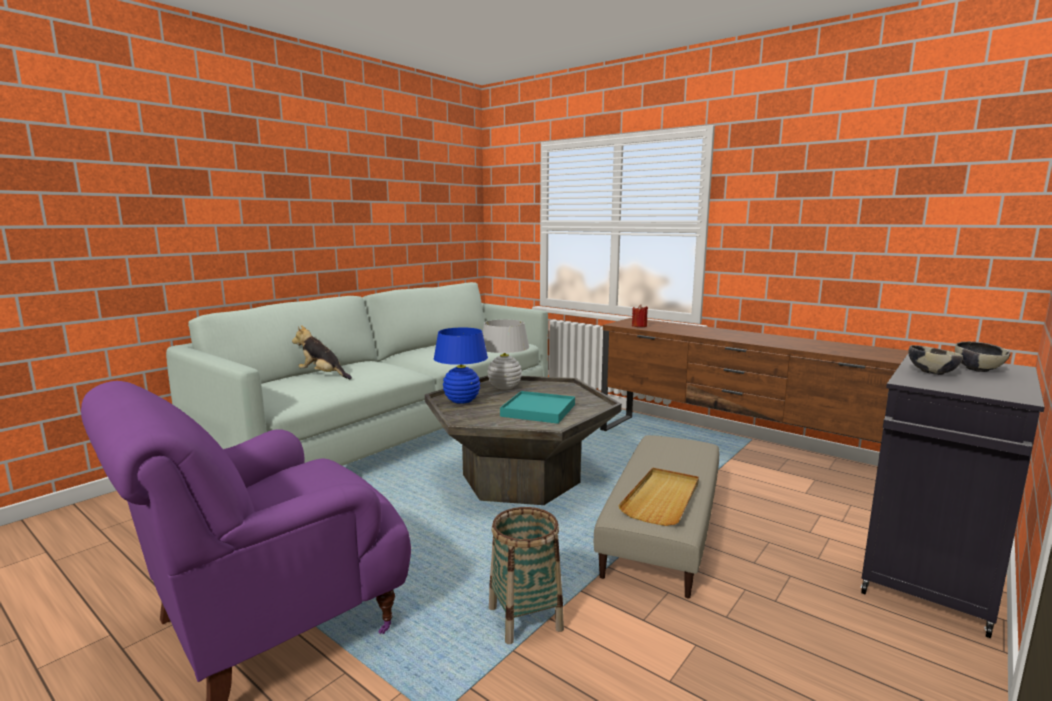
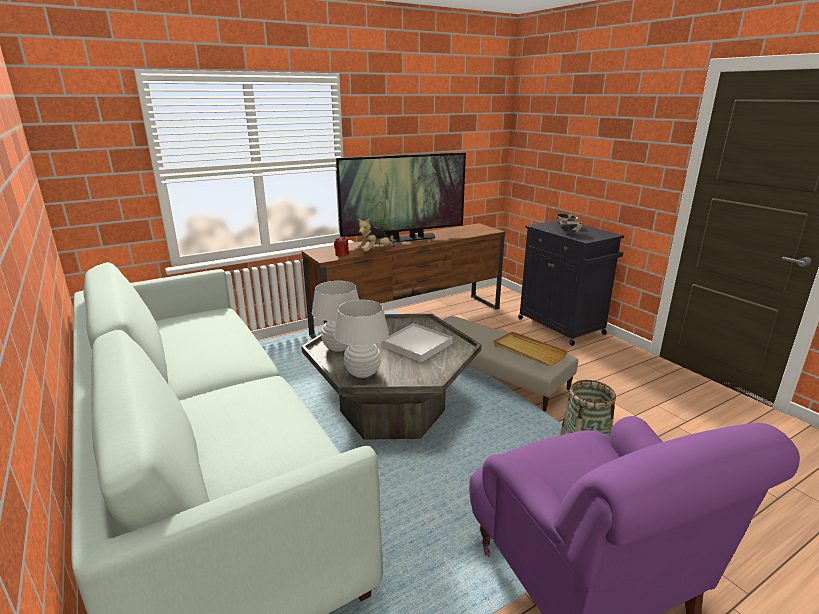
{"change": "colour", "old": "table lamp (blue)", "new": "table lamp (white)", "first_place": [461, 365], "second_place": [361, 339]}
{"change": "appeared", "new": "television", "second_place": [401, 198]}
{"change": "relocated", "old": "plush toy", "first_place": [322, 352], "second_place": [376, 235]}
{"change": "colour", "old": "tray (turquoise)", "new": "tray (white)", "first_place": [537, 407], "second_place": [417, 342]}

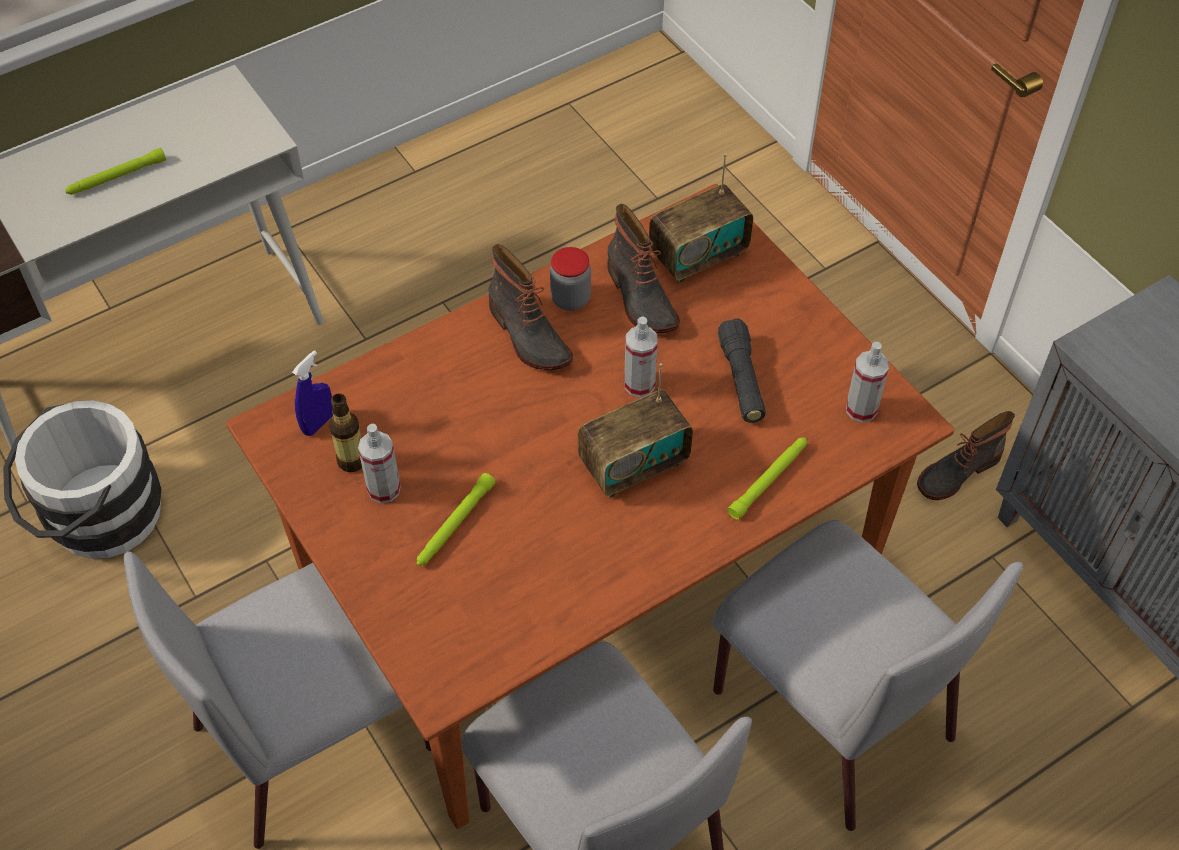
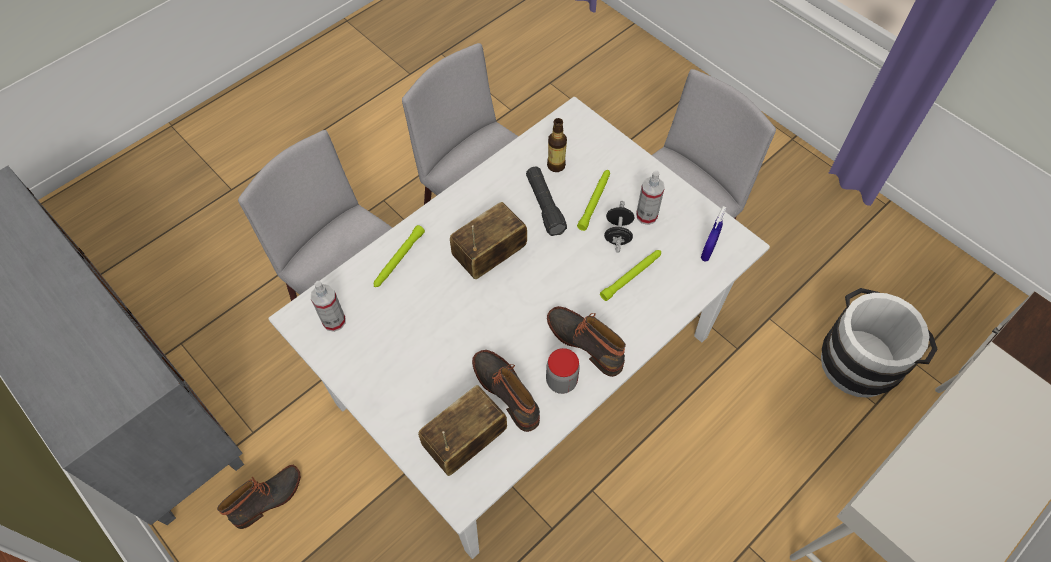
{"change": "colour", "old": "dining table (brown)", "new": "dining table (white)", "first_place": [590, 506], "second_place": [519, 328]}
{"change": "relocated", "old": "flashlight (black)", "first_place": [742, 370], "second_place": [546, 201]}
{"change": "relocated", "old": "bottle", "first_place": [345, 432], "second_place": [557, 145]}
{"change": "relocated", "old": "flashlight (green)", "first_place": [115, 171], "second_place": [630, 275]}
{"change": "appeared", "new": "dumbbell (black)", "second_place": [619, 227]}
{"change": "missing", "old": "spray bottle", "first_place": [641, 357]}

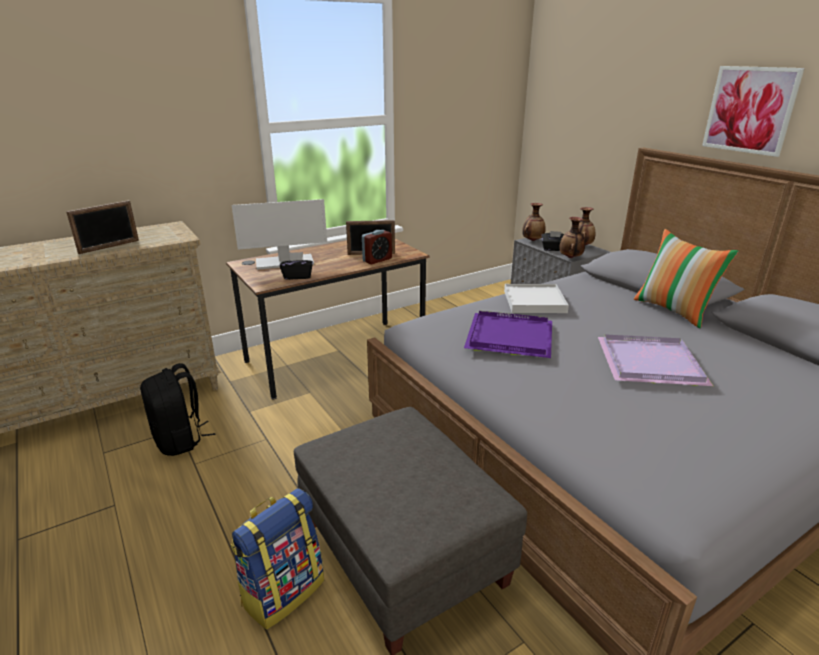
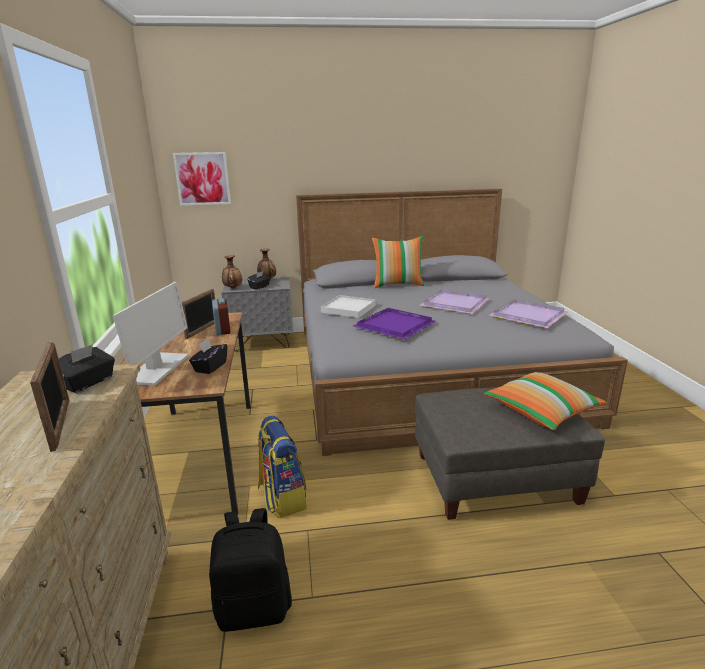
{"change": "appeared", "new": "tissue box (black)", "second_place": [87, 368]}
{"change": "relocated", "old": "picture", "first_place": [753, 111], "second_place": [202, 179]}
{"change": "relocated", "old": "backpack", "first_place": [277, 558], "second_place": [282, 467]}
{"change": "appeared", "new": "pillow", "second_place": [545, 401]}
{"change": "appeared", "new": "tray (purple)", "second_place": [528, 313]}
{"change": "missing", "old": "vase", "first_place": [572, 237]}

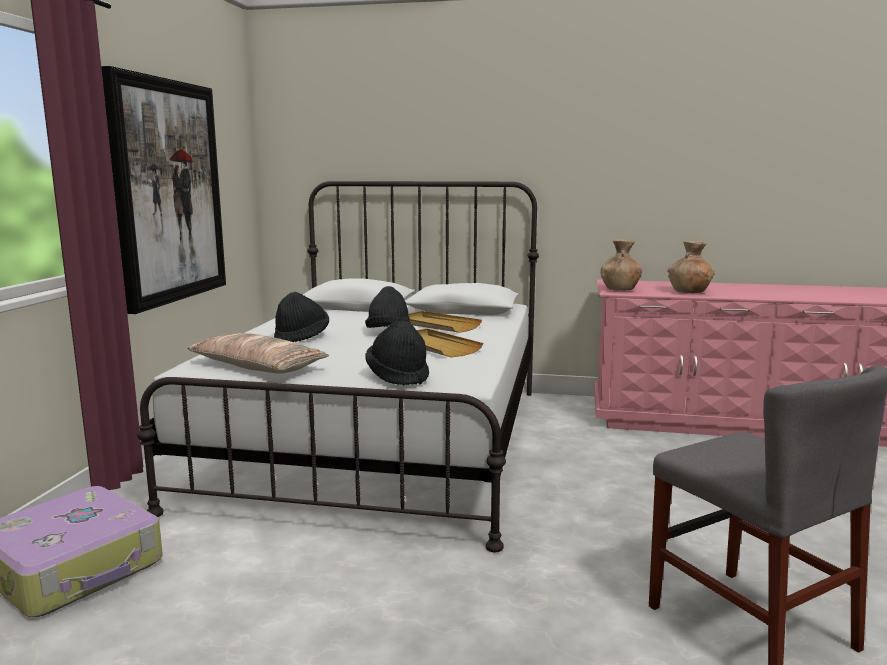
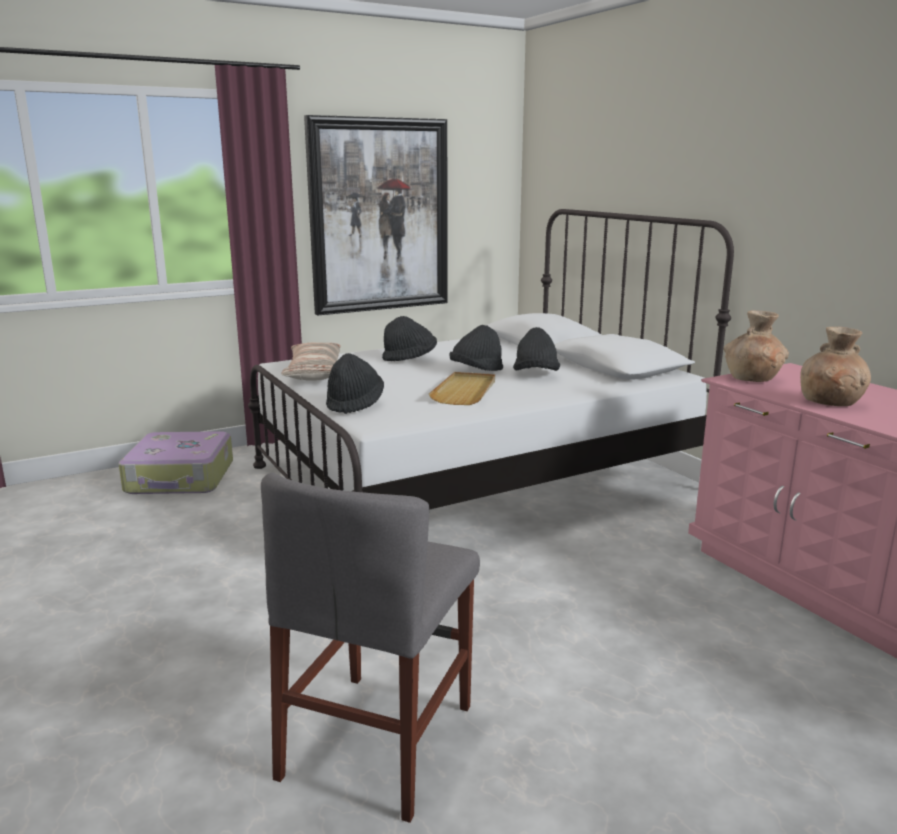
{"change": "exchanged", "old": "tray (beige)", "new": "hat (black)", "first_place": [445, 322], "second_place": [536, 349]}

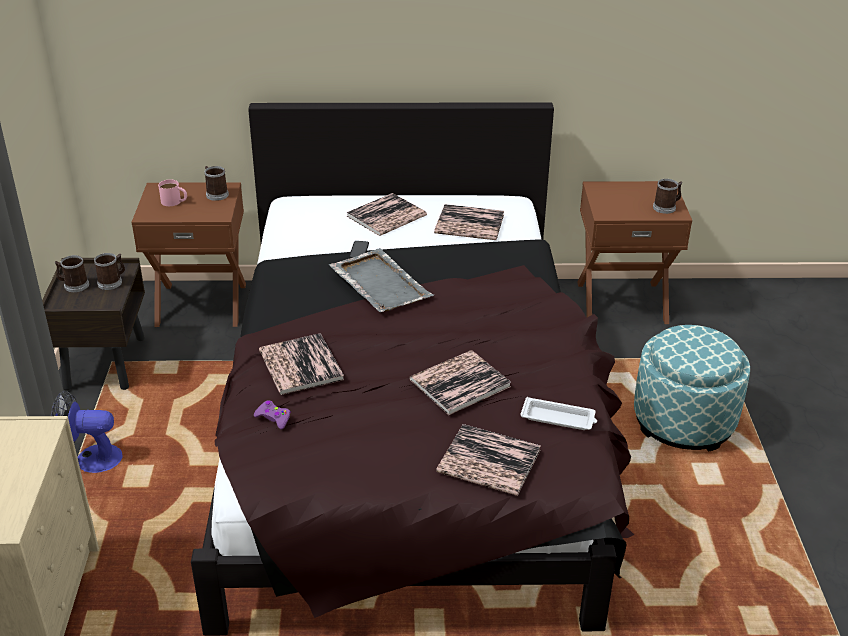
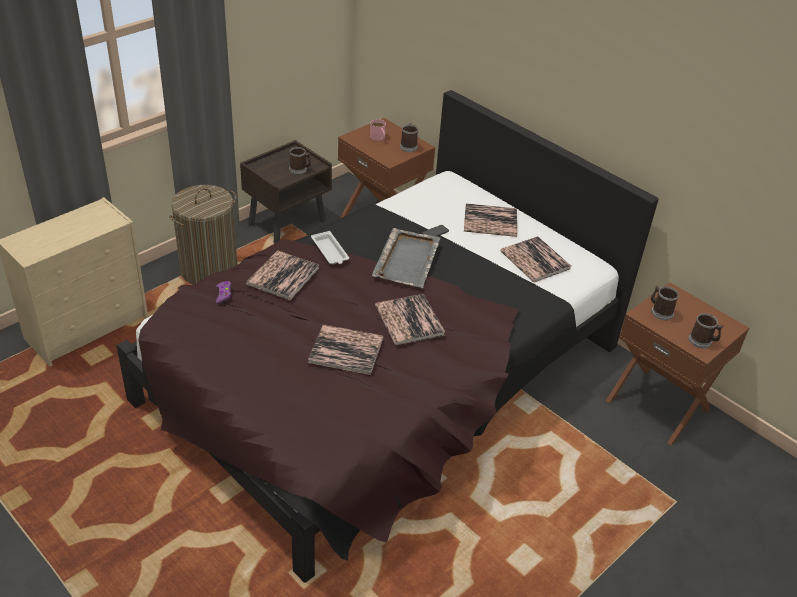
{"change": "exchanged", "old": "fan", "new": "laundry basket", "first_place": [87, 432], "second_place": [203, 235]}
{"change": "relocated", "old": "tray (white)", "first_place": [558, 413], "second_place": [330, 247]}
{"change": "relocated", "old": "book", "first_place": [488, 460], "second_place": [410, 319]}
{"change": "relocated", "old": "mug", "first_place": [72, 273], "second_place": [665, 302]}
{"change": "missing", "old": "ottoman", "first_place": [692, 388]}

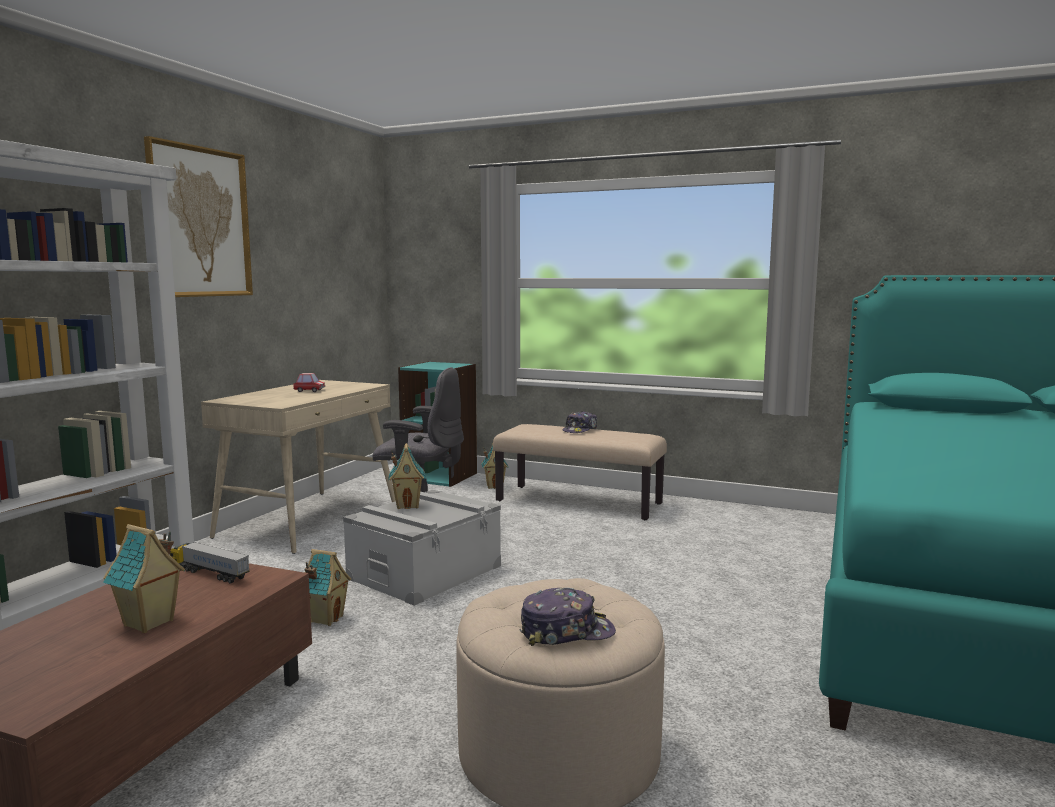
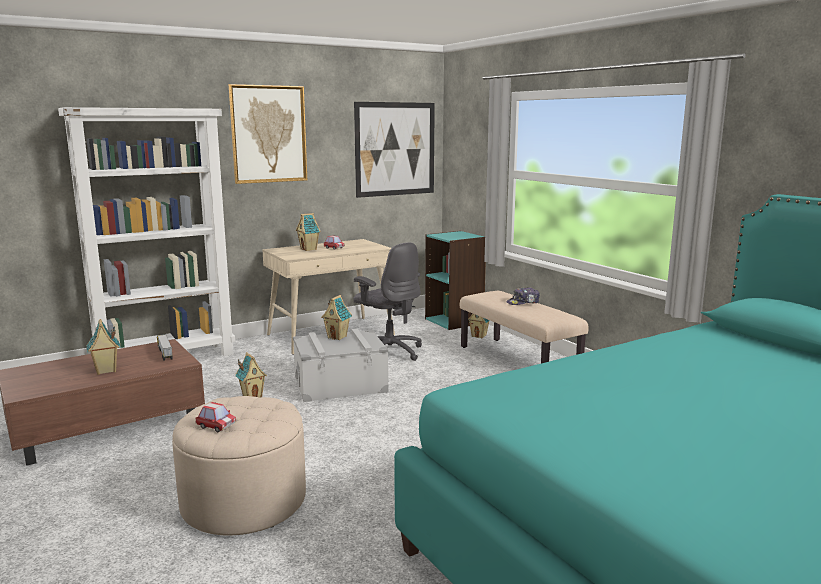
{"change": "exchanged", "old": "cap", "new": "toy car", "first_place": [568, 617], "second_place": [216, 417]}
{"change": "appeared", "new": "toy house", "second_place": [308, 232]}
{"change": "appeared", "new": "picture", "second_place": [394, 150]}

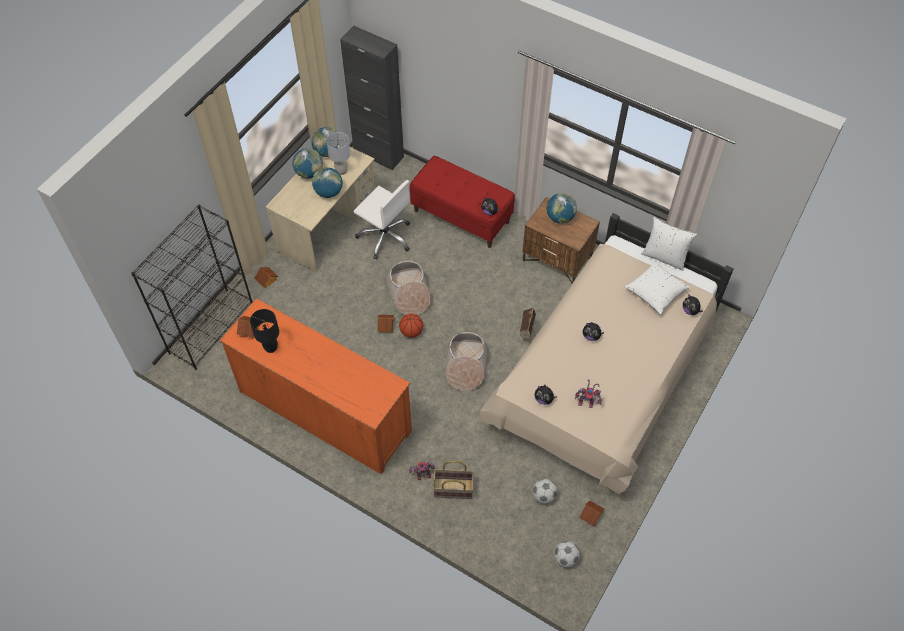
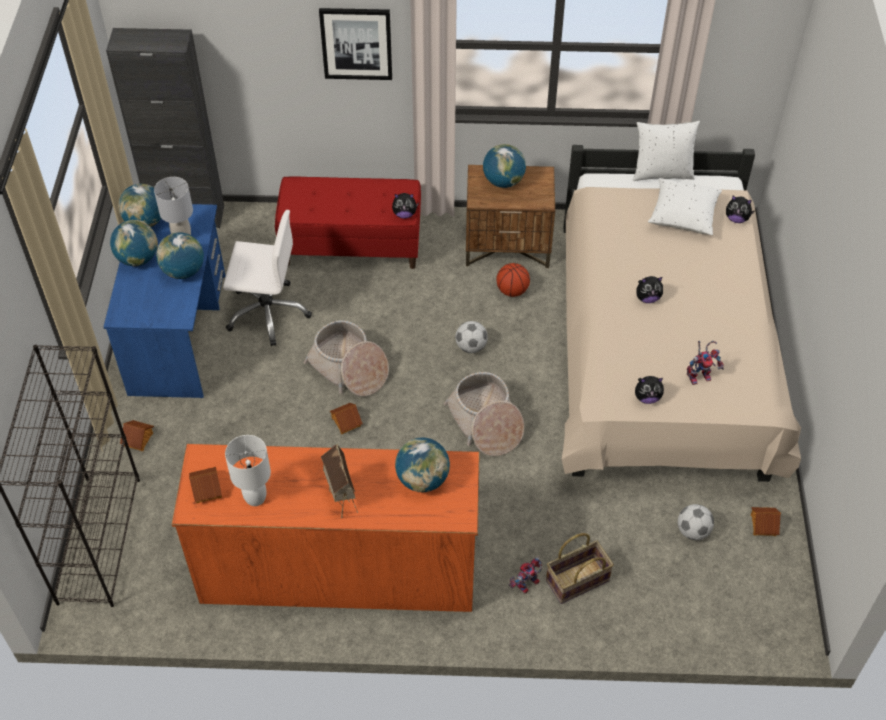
{"change": "colour", "old": "desk (beige)", "new": "desk (blue)", "first_place": [320, 209], "second_place": [164, 301]}
{"change": "colour", "old": "table lamp (black)", "new": "table lamp (white)", "first_place": [264, 331], "second_place": [248, 470]}
{"change": "appeared", "new": "picture", "second_place": [355, 44]}
{"change": "relocated", "old": "toy house", "first_place": [528, 326], "second_place": [339, 480]}
{"change": "appeared", "new": "globe", "second_place": [422, 464]}
{"change": "relocated", "old": "football", "first_place": [567, 554], "second_place": [471, 337]}
{"change": "relocated", "old": "basketball", "first_place": [411, 325], "second_place": [513, 280]}

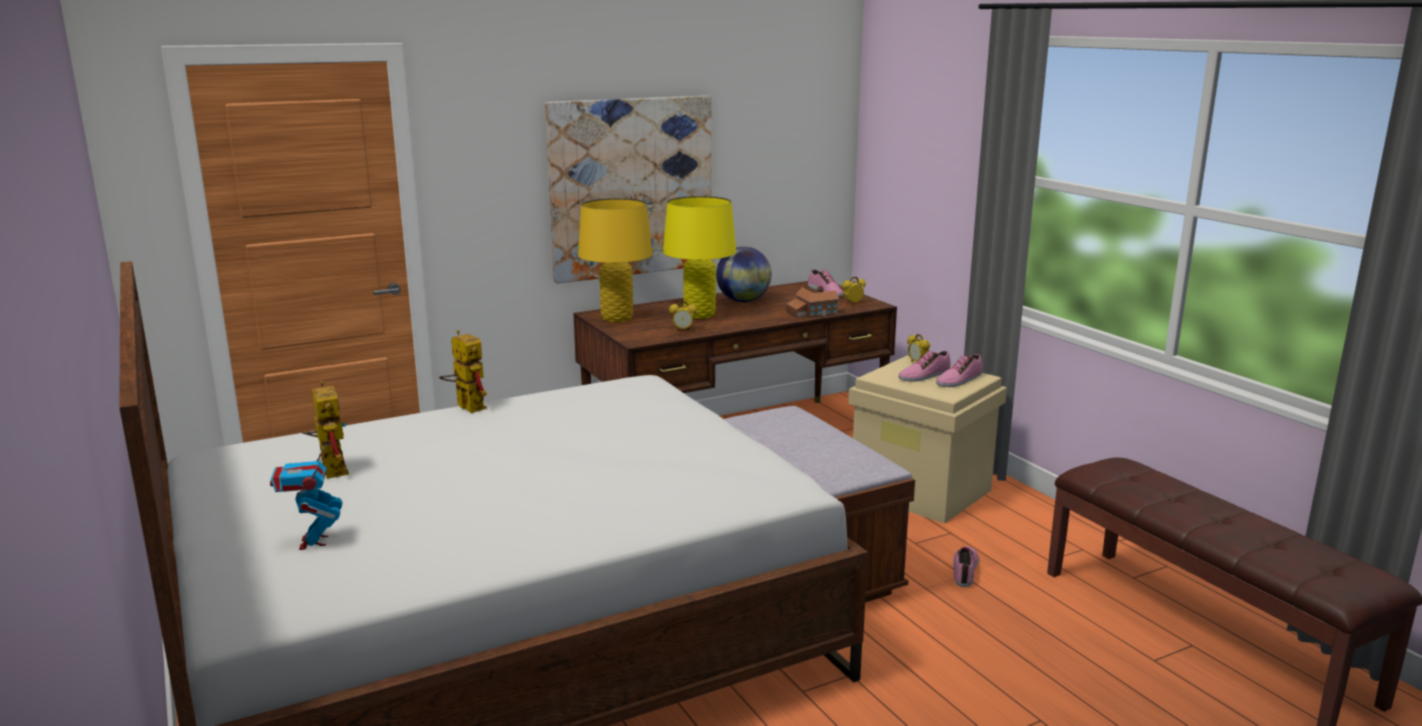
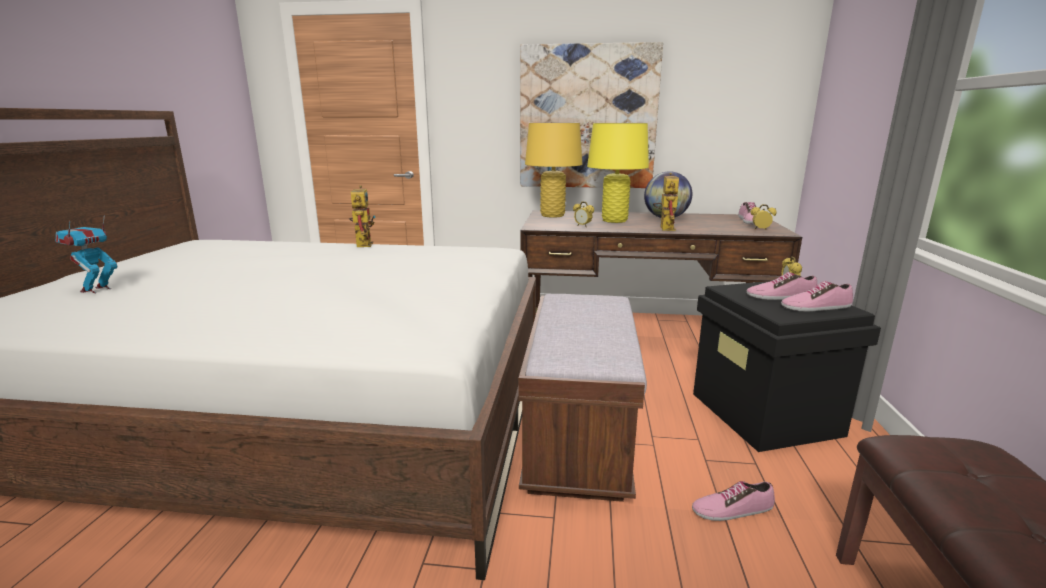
{"change": "relocated", "old": "toy robot", "first_place": [325, 430], "second_place": [666, 202]}
{"change": "spun", "old": "shoe", "first_place": [966, 567], "second_place": [733, 501], "degrees": -150}
{"change": "colour", "old": "storage box (beige)", "new": "storage box (black)", "first_place": [927, 439], "second_place": [787, 366]}
{"change": "missing", "old": "toy house", "first_place": [812, 302]}

